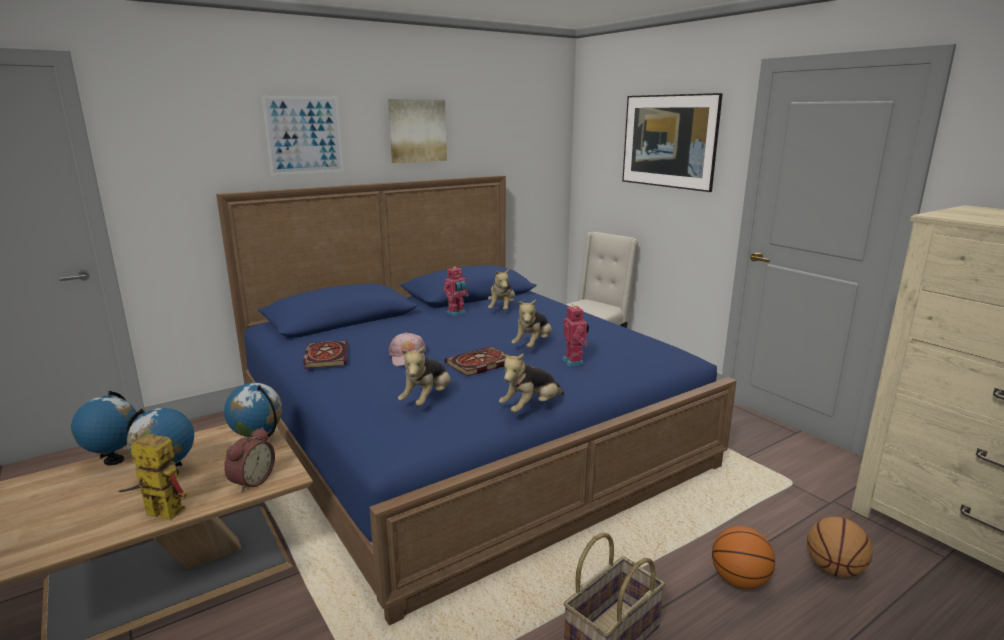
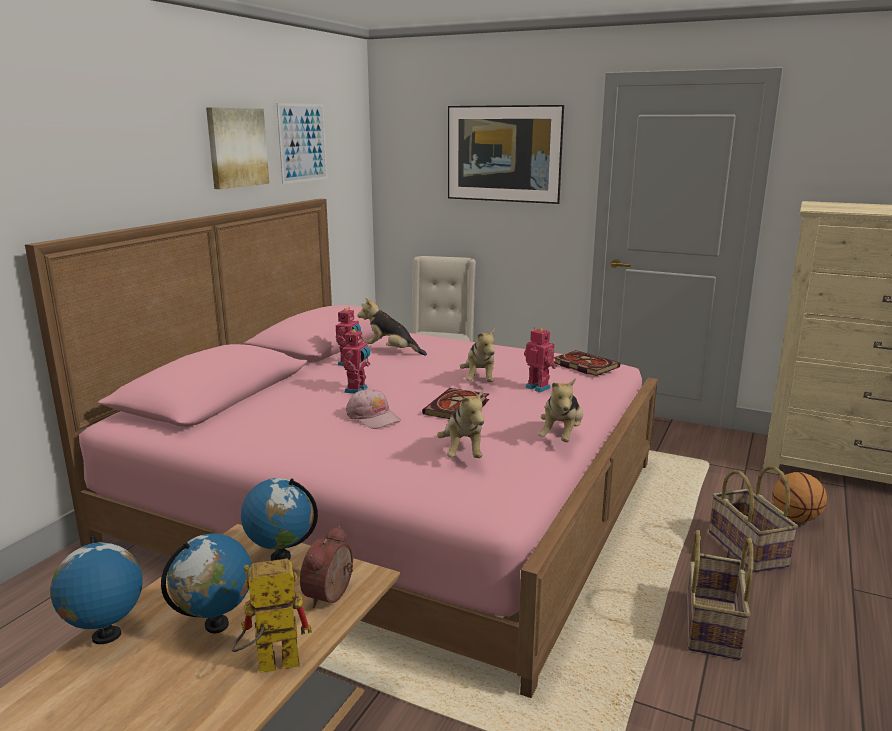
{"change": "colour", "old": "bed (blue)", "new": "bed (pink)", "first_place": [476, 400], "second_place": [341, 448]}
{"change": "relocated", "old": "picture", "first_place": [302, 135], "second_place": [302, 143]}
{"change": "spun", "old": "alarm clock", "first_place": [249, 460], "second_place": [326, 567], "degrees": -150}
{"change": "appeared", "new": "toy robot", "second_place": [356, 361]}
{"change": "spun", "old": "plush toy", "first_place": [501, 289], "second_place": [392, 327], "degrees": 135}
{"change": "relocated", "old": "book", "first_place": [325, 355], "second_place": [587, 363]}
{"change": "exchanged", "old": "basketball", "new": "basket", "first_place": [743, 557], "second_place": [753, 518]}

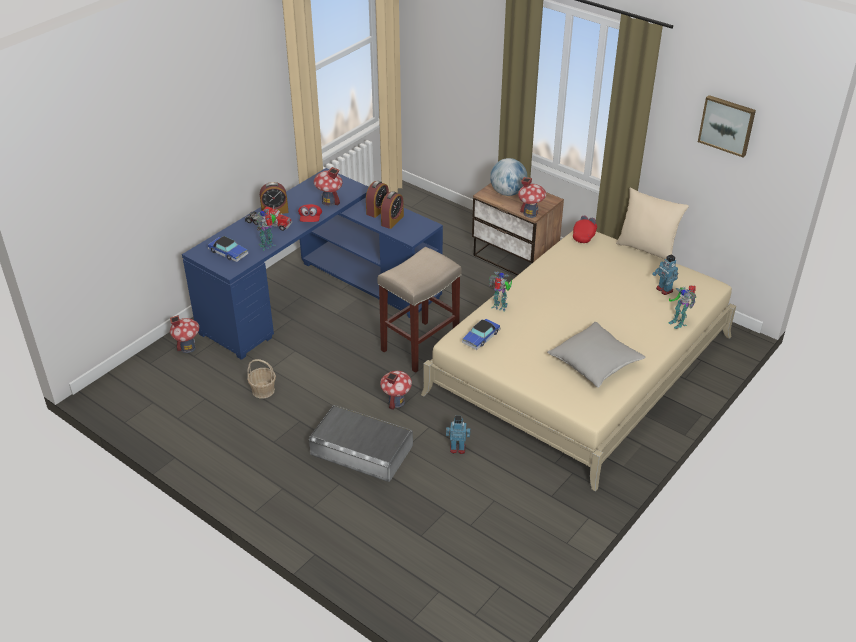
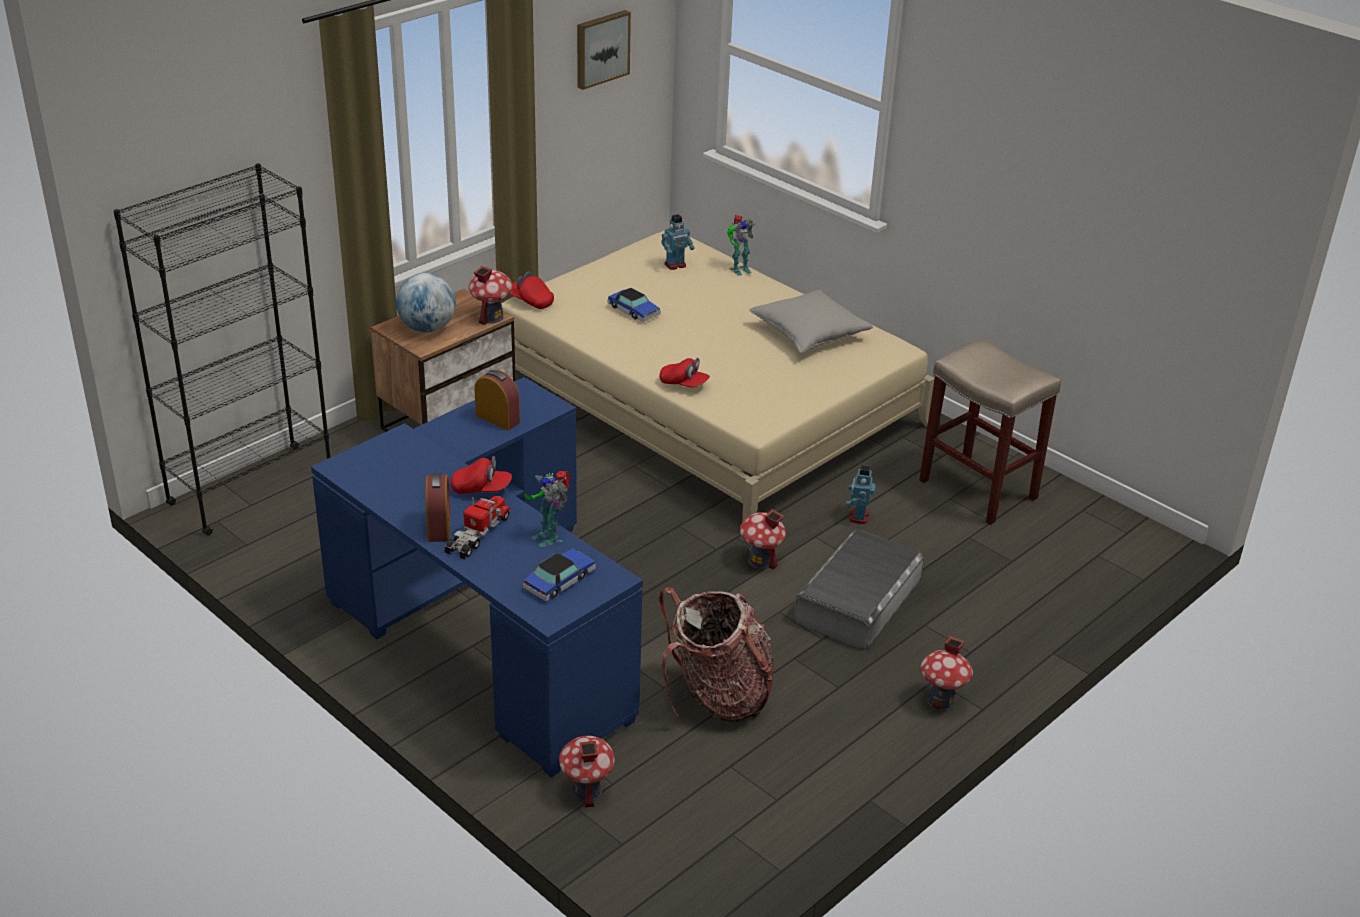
{"change": "appeared", "new": "bookcase (black)", "second_place": [222, 349]}
{"change": "relocated", "old": "toy car", "first_place": [481, 334], "second_place": [634, 305]}
{"change": "exchanged", "old": "toy robot", "new": "cap (red)", "first_place": [500, 291], "second_place": [684, 372]}
{"change": "exchanged", "old": "basket", "new": "backpack", "first_place": [261, 379], "second_place": [716, 654]}
{"change": "relocated", "old": "stool (beige)", "first_place": [419, 310], "second_place": [990, 432]}
{"change": "relocated", "old": "toy house", "first_place": [328, 186], "second_place": [946, 673]}
{"change": "missing", "old": "alarm clock", "first_place": [377, 199]}
{"change": "missing", "old": "pillow (beige)", "first_place": [652, 223]}

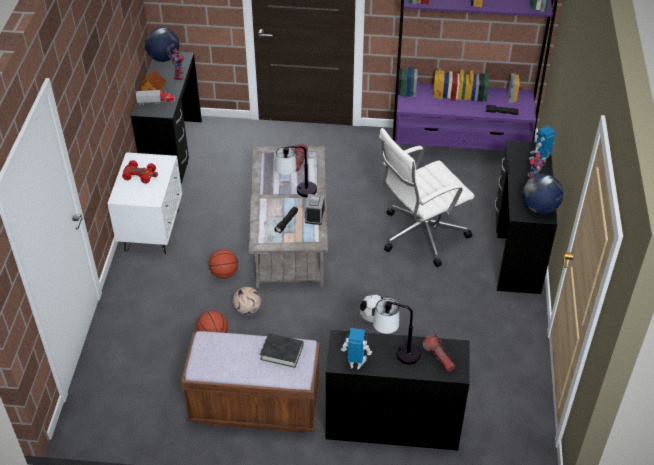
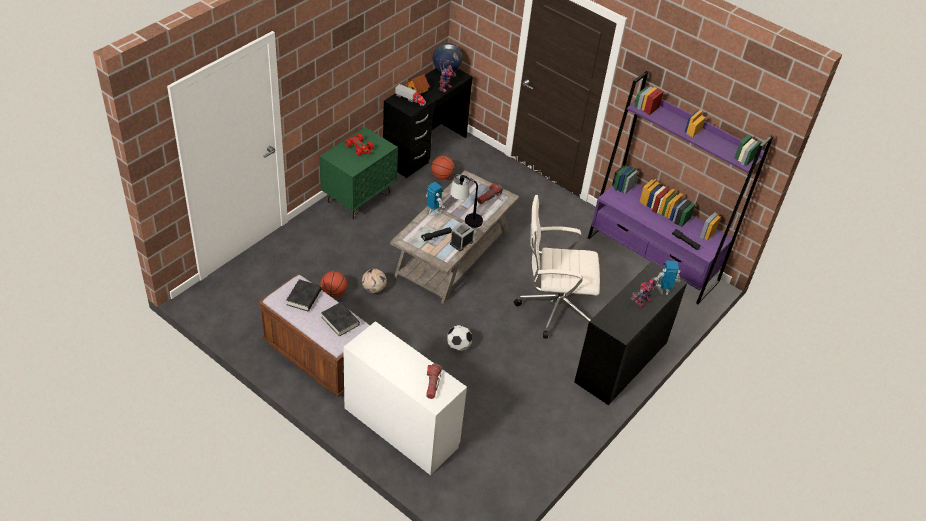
{"change": "appeared", "new": "book (black)", "second_place": [303, 295]}
{"change": "colour", "old": "nightstand (white)", "new": "nightstand (green)", "first_place": [144, 203], "second_place": [359, 173]}
{"change": "colour", "old": "desk (black)", "new": "desk (white)", "first_place": [398, 390], "second_place": [405, 398]}
{"change": "relocated", "old": "toy robot", "first_place": [356, 348], "second_place": [435, 199]}
{"change": "relocated", "old": "basketball", "first_place": [223, 264], "second_place": [443, 168]}
{"change": "missing", "old": "table lamp", "first_place": [397, 331]}
{"change": "missing", "old": "globe", "first_place": [543, 194]}

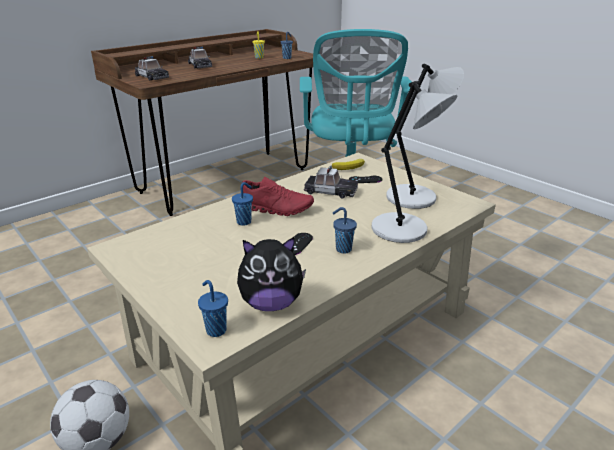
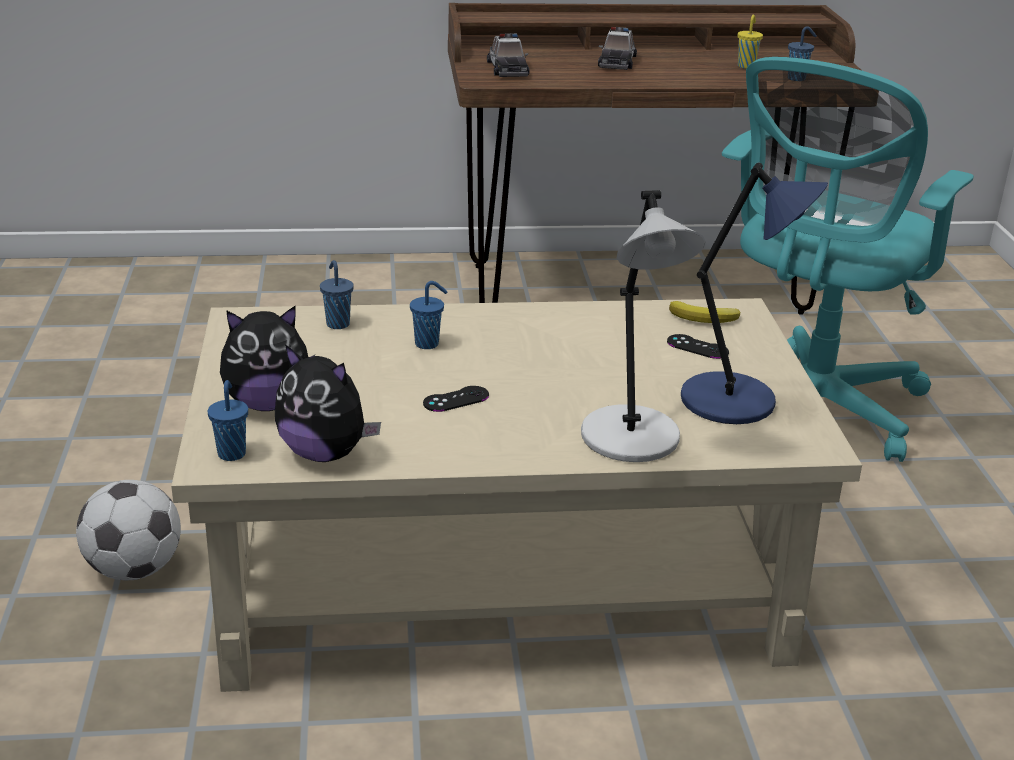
{"change": "appeared", "new": "plush toy", "second_place": [267, 358]}
{"change": "relocated", "old": "cup (blue)", "first_place": [345, 230], "second_place": [337, 294]}
{"change": "colour", "old": "table lamp (grey)", "new": "table lamp (blue)", "first_place": [425, 136], "second_place": [754, 293]}
{"change": "missing", "old": "shoe (red)", "first_place": [278, 196]}
{"change": "missing", "old": "toy car", "first_place": [331, 182]}

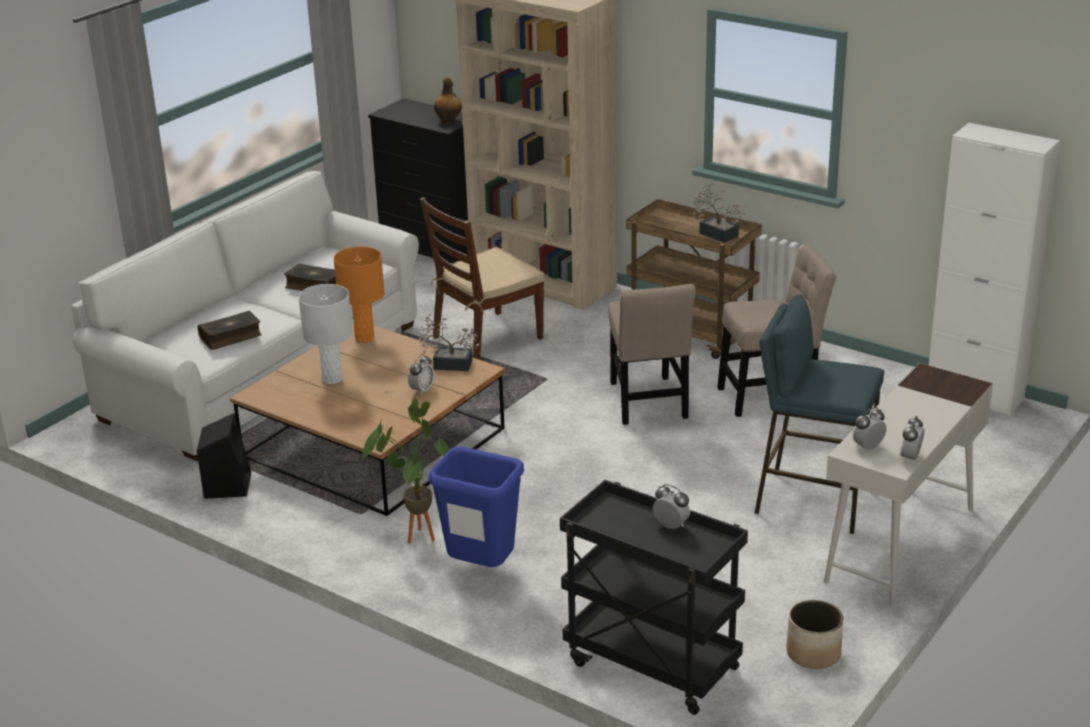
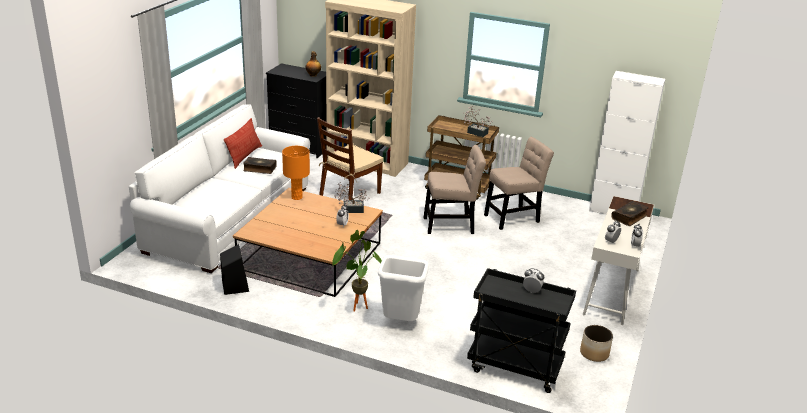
{"change": "appeared", "new": "pillow", "second_place": [243, 143]}
{"change": "colour", "old": "trash can (blue)", "new": "trash can (white)", "first_place": [476, 506], "second_place": [403, 288]}
{"change": "spun", "old": "chair (beige)", "first_place": [652, 354], "second_place": [454, 189], "degrees": -75}
{"change": "relocated", "old": "book", "first_place": [230, 330], "second_place": [630, 213]}
{"change": "missing", "old": "table lamp (white)", "first_place": [326, 334]}
{"change": "missing", "old": "stool (blue)", "first_place": [819, 414]}

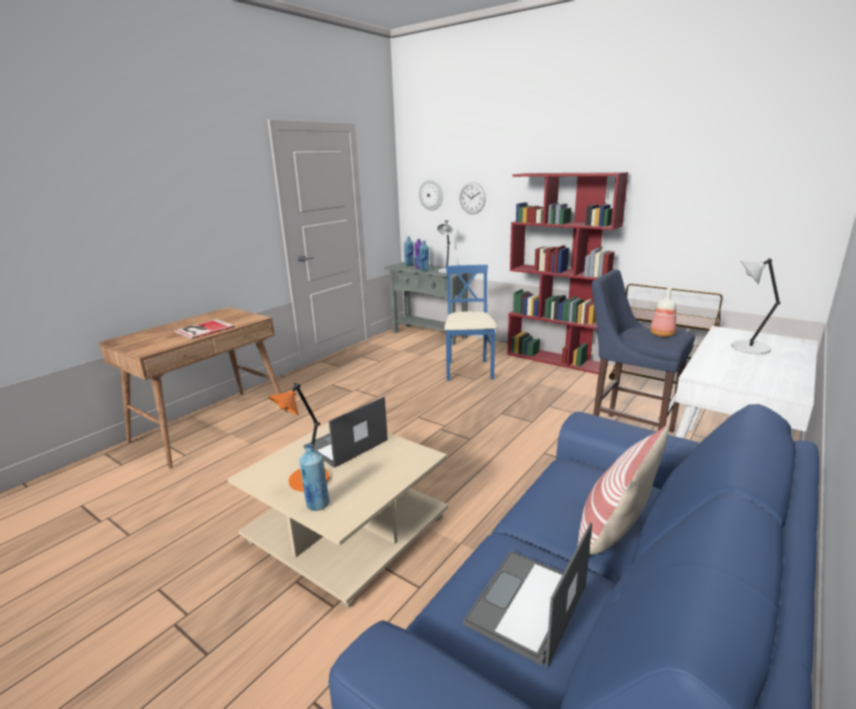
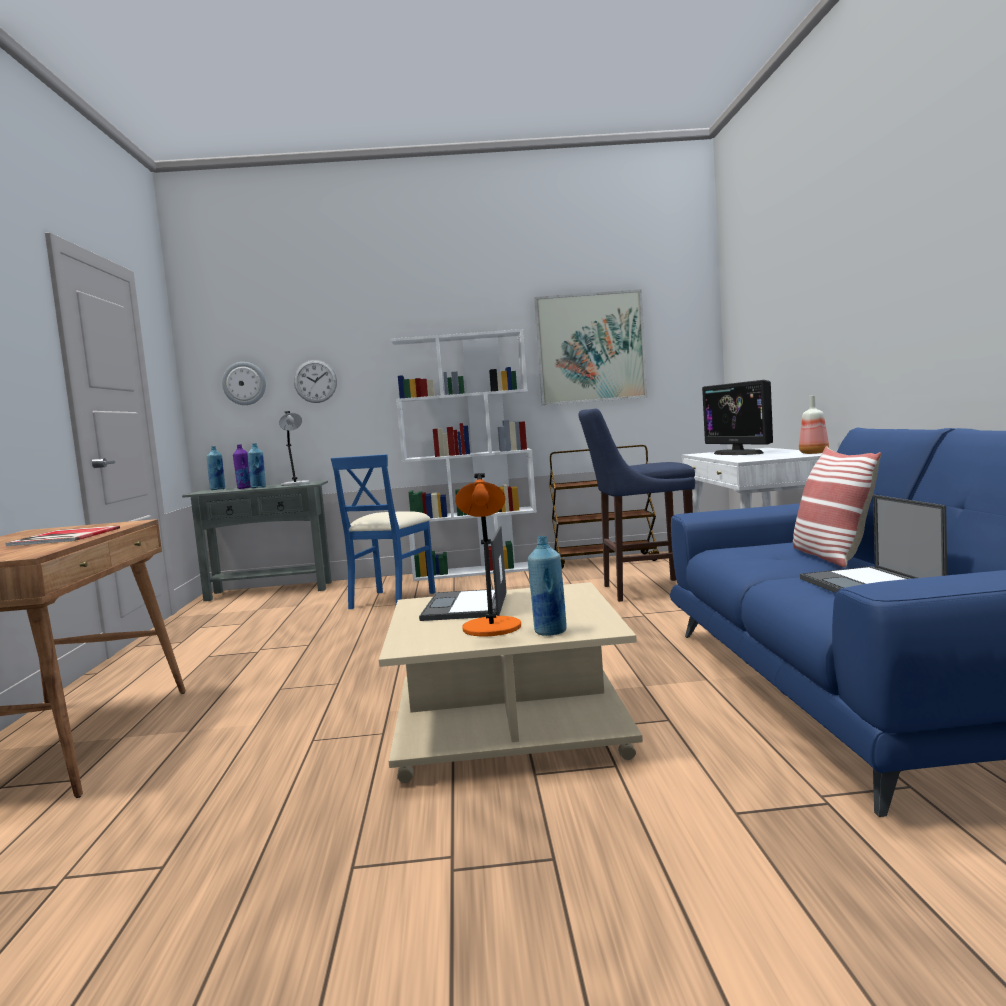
{"change": "spun", "old": "chair (blue)", "first_place": [470, 323], "second_place": [383, 531], "degrees": -120}
{"change": "colour", "old": "bookcase (red)", "new": "bookcase (white)", "first_place": [567, 273], "second_place": [464, 455]}
{"change": "appeared", "new": "picture", "second_place": [591, 348]}
{"change": "exchanged", "old": "table lamp (grey)", "new": "monitor", "first_place": [755, 306], "second_place": [737, 417]}
{"change": "relocated", "old": "bottle", "first_place": [663, 312], "second_place": [814, 424]}

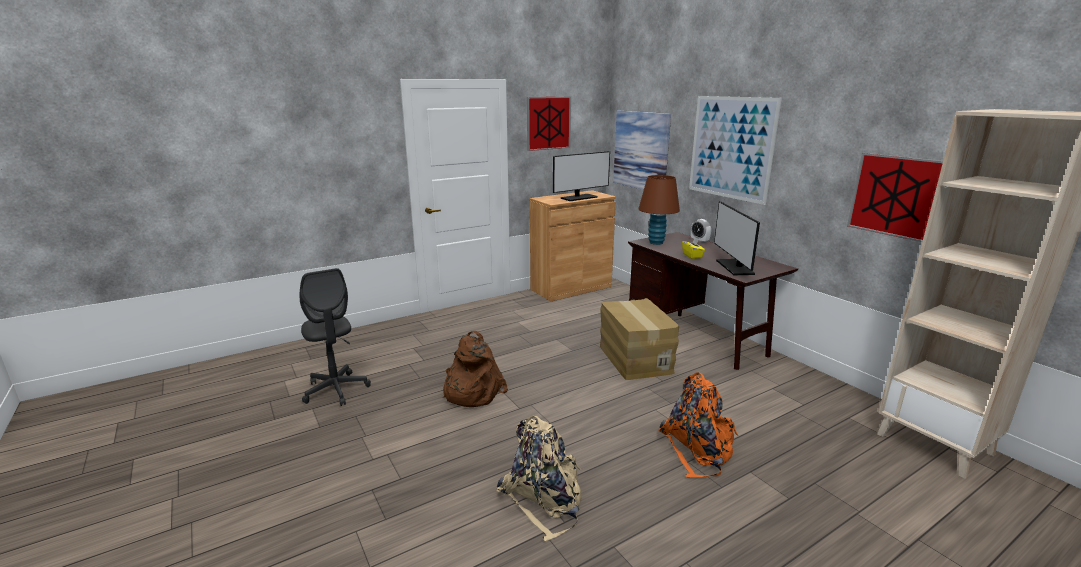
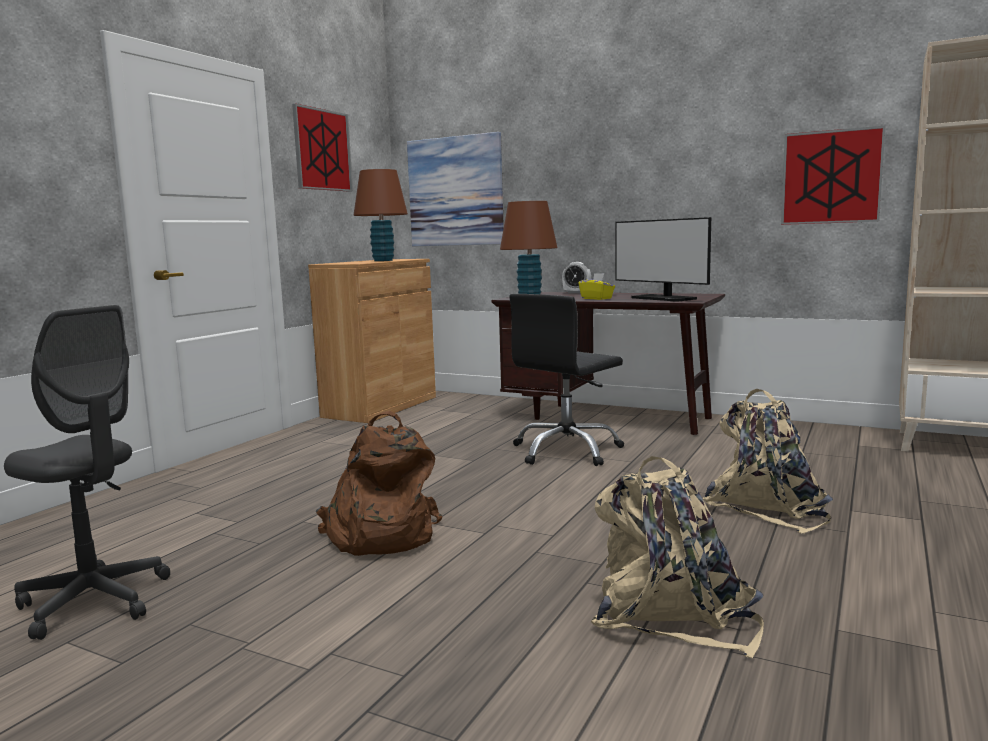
{"change": "exchanged", "old": "monitor", "new": "table lamp (brown)", "first_place": [581, 176], "second_place": [380, 215]}
{"change": "exchanged", "old": "cardboard box", "new": "office chair (black)", "first_place": [639, 339], "second_place": [566, 380]}
{"change": "colour", "old": "backpack (orange)", "new": "backpack (beige)", "first_place": [698, 425], "second_place": [768, 461]}
{"change": "missing", "old": "picture", "first_place": [735, 150]}

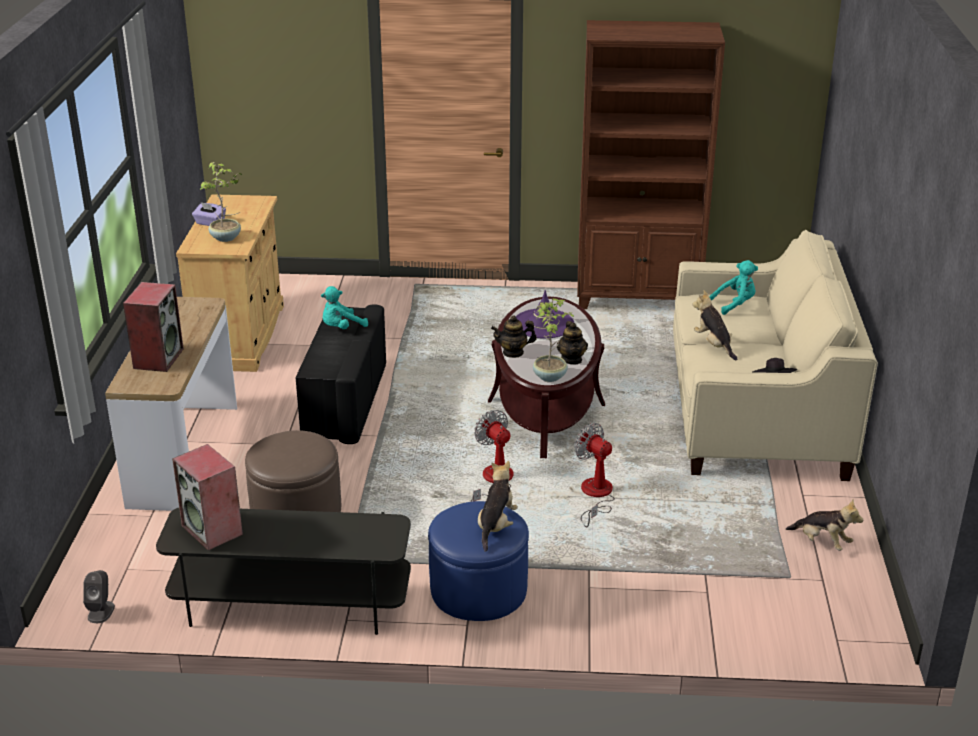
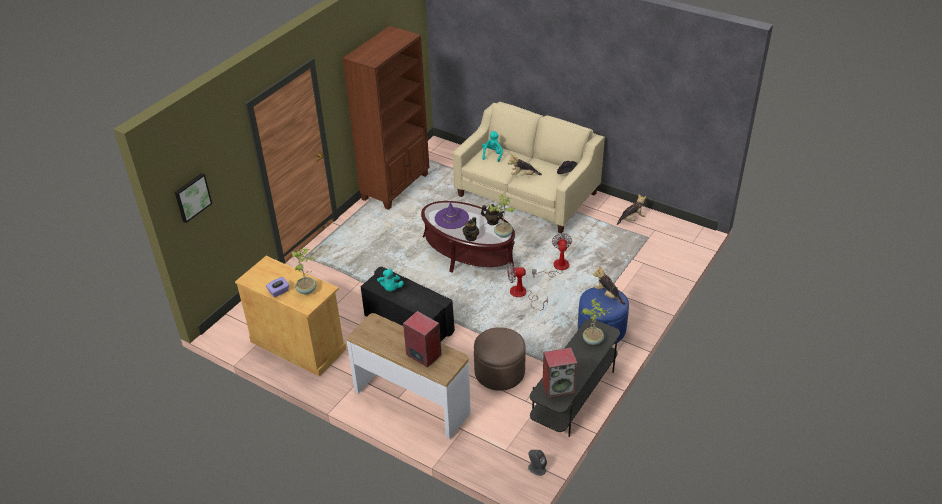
{"change": "appeared", "new": "picture", "second_place": [193, 198]}
{"change": "spun", "old": "fan", "first_place": [594, 475], "second_place": [552, 255], "degrees": 105}
{"change": "appeared", "new": "potted plant", "second_place": [596, 321]}

